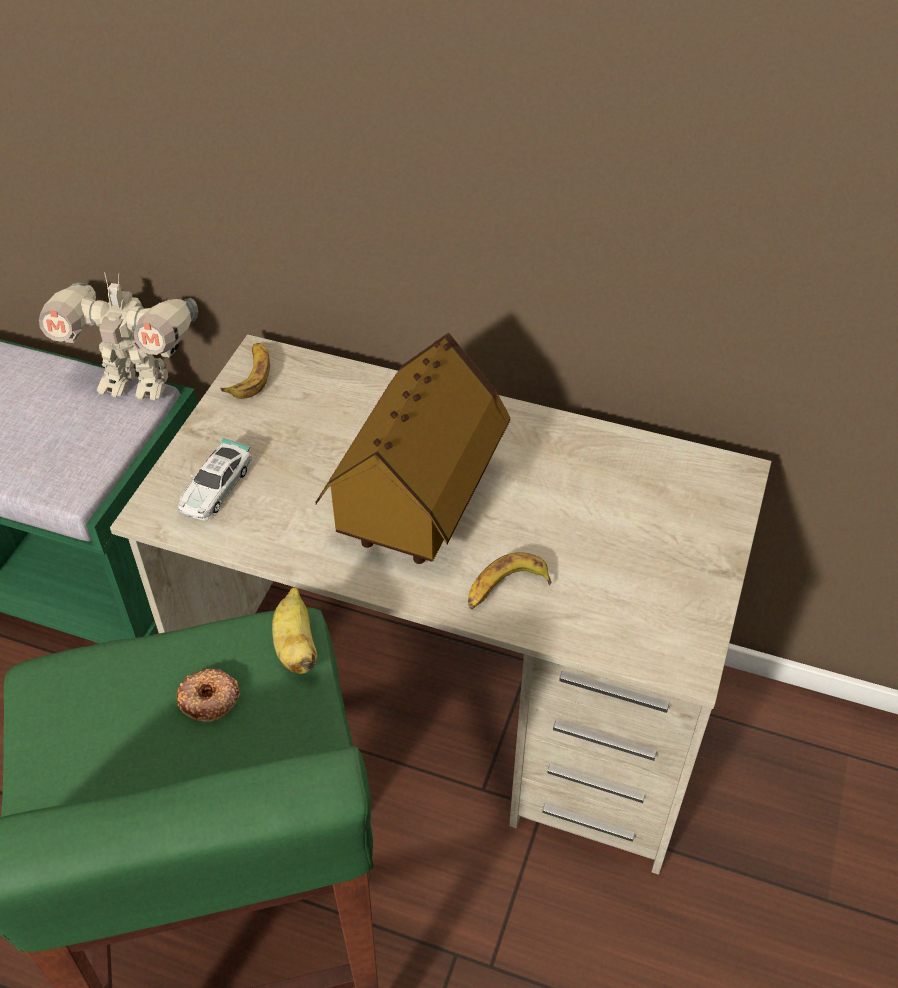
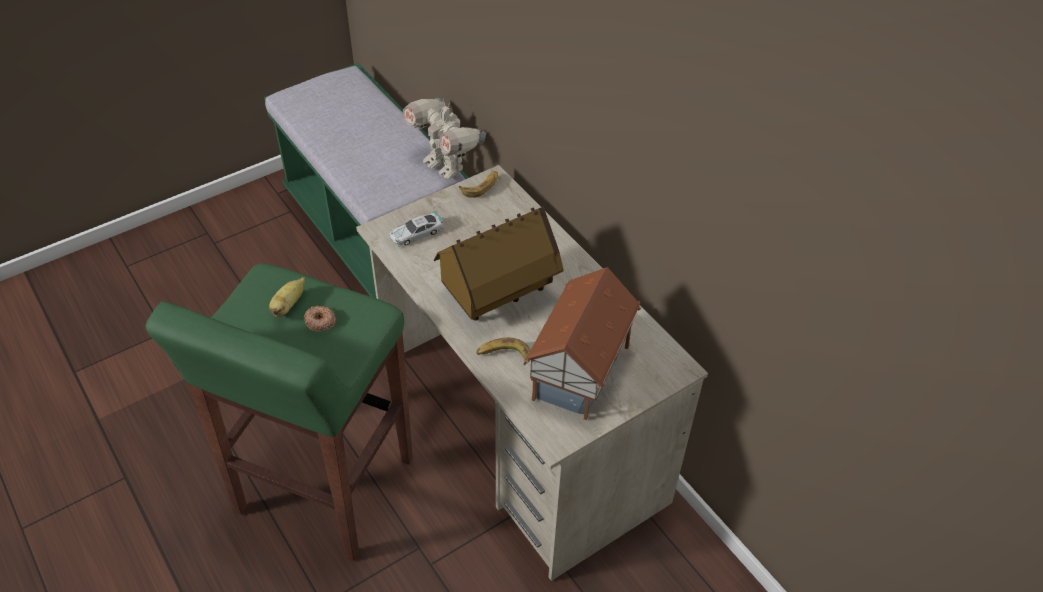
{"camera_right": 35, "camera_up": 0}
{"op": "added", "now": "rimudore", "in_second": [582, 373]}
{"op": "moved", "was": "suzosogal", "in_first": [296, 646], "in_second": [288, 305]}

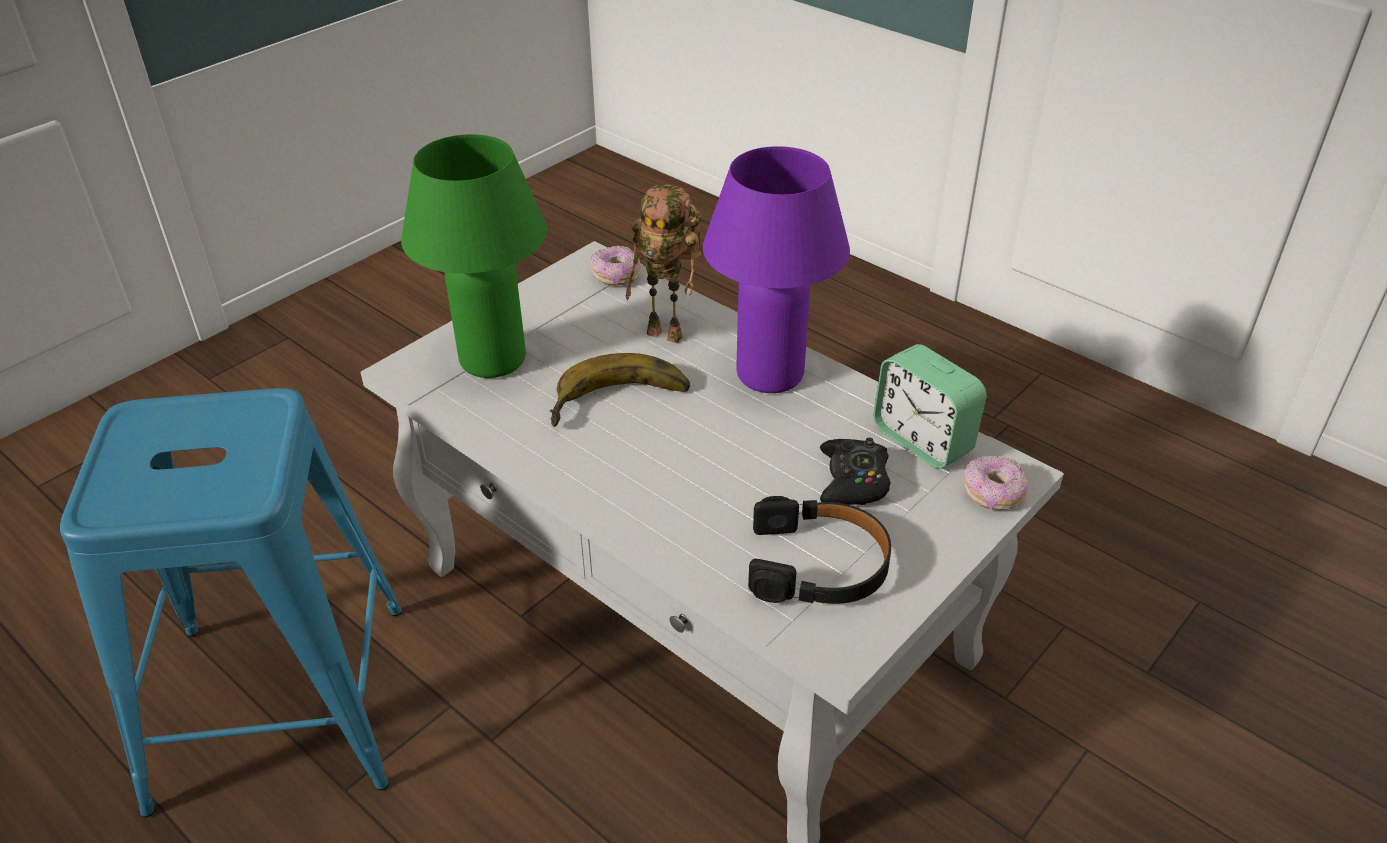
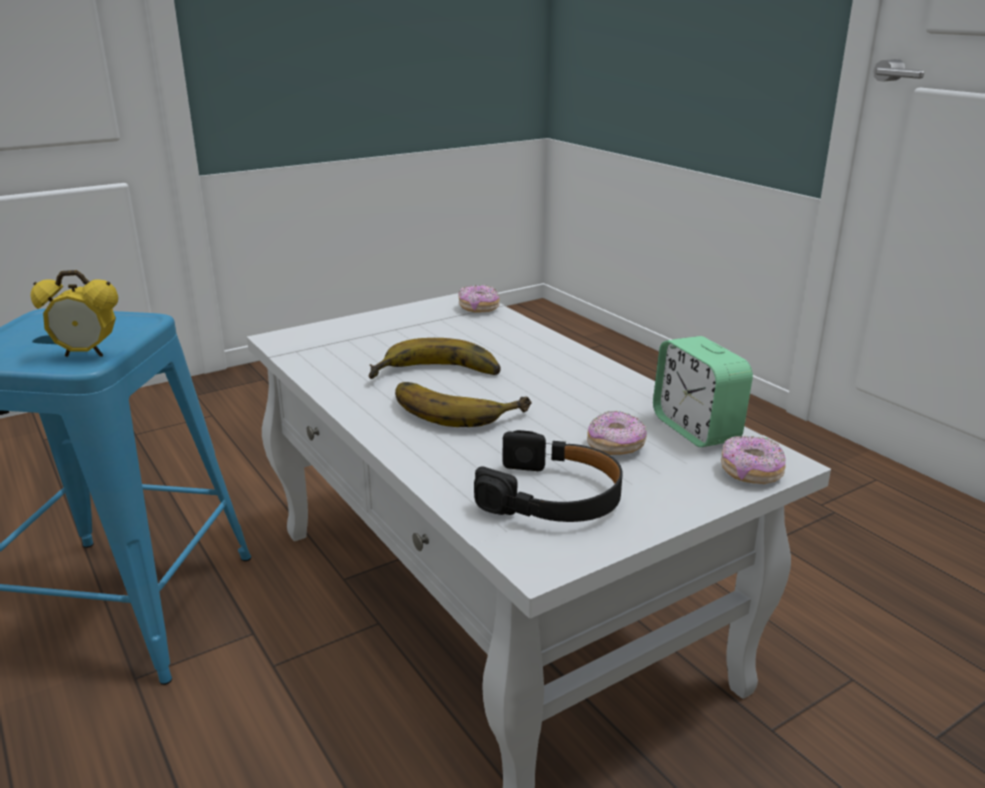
{"camera_right": 15, "camera_up": -15}
{"op": "removed", "was": "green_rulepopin", "in_first": [492, 360]}
{"op": "removed", "was": "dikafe", "in_first": [669, 334]}
{"op": "removed", "was": "purple_rulepopin", "in_first": [770, 374]}
{"op": "added", "now": "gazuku", "in_second": [87, 354]}
{"op": "added", "now": "suzosogal", "in_second": [457, 407]}
{"op": "replaced", "was": "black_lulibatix", "now": "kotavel", "in_first": [853, 481], "in_second": [616, 446]}

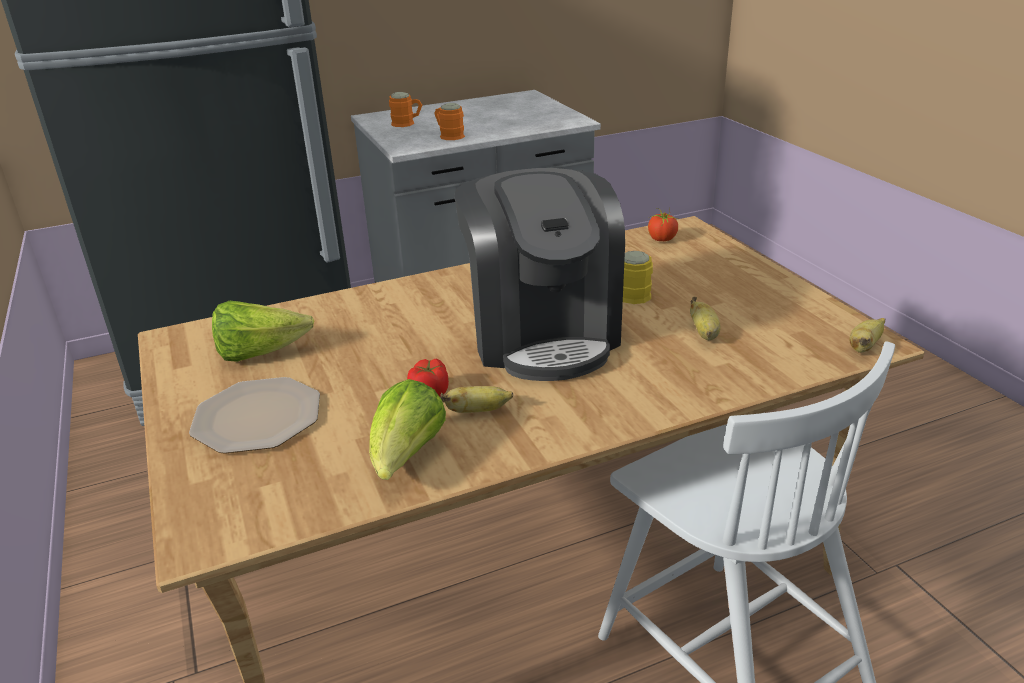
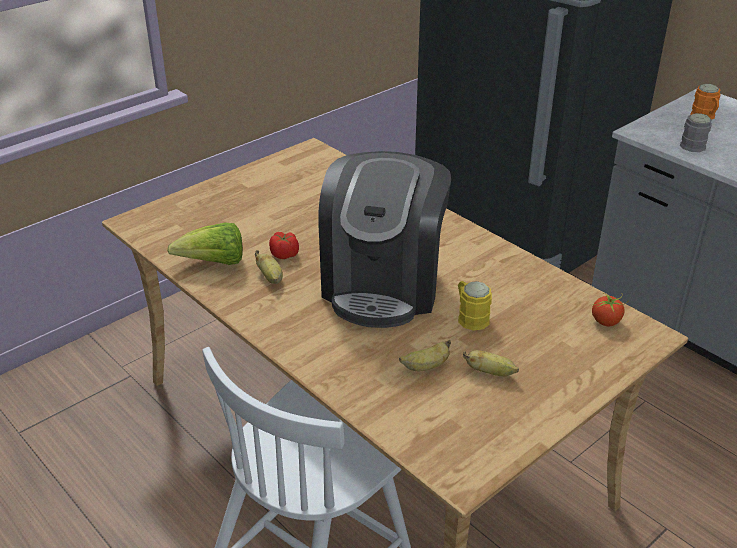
{"camera_right": 70, "camera_up": 5}
{"op": "removed", "was": "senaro", "in_first": [256, 418]}
{"op": "removed", "was": "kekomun", "in_first": [260, 353]}
{"op": "moved", "was": "suzosogal", "in_first": [864, 346], "in_second": [490, 372]}
{"op": "recoloured", "was": "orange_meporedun", "now": "grey_meporedun", "in_first": [448, 135], "in_second": [693, 144]}
{"op": "turned", "was": "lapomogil", "in_first": [542, 334], "in_second": [383, 284], "clockwise": -45}

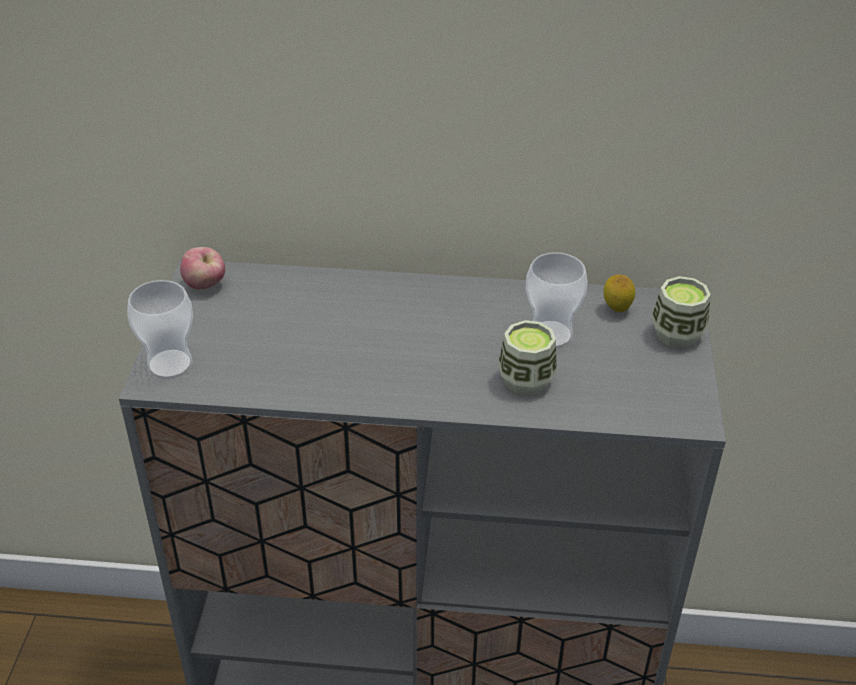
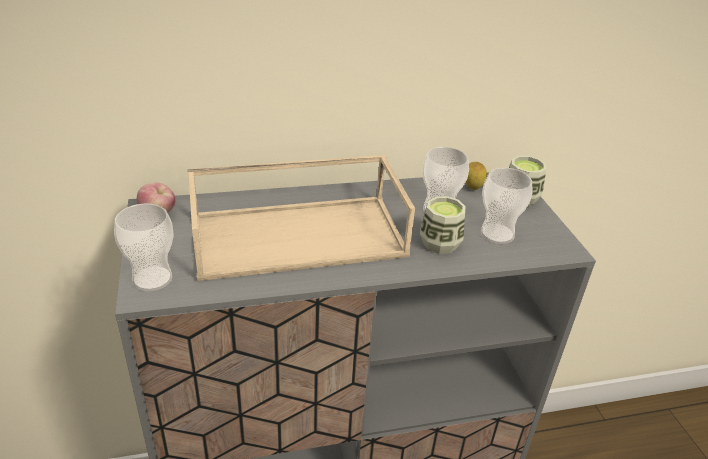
{"camera_right": -20, "camera_up": -5}
{"op": "added", "now": "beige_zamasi", "in_second": [300, 234]}
{"op": "added", "now": "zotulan", "in_second": [497, 234]}

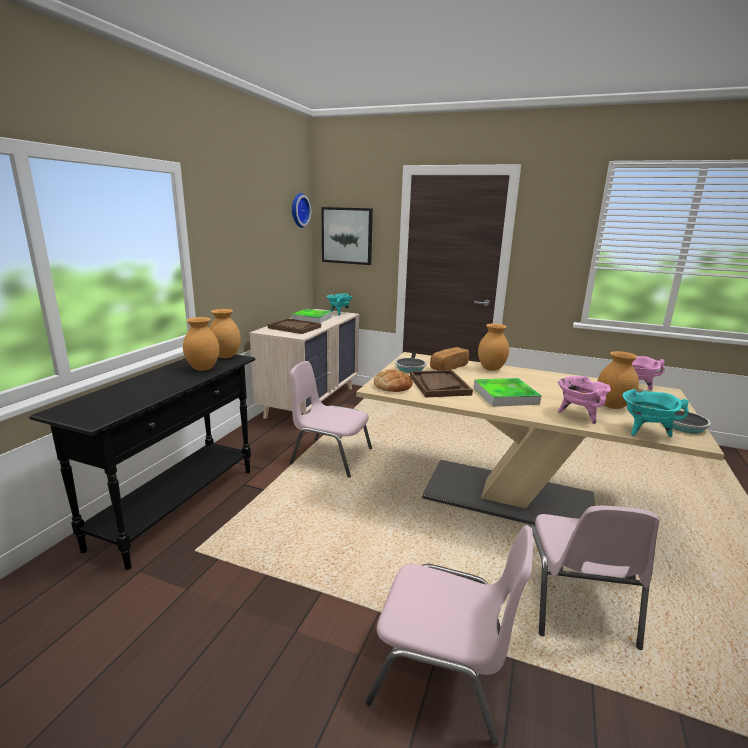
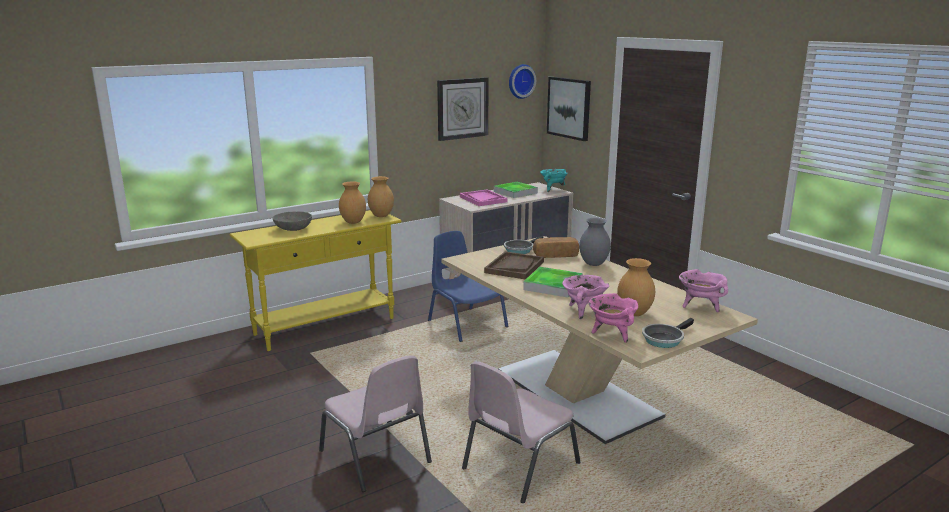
{"camera_right": 35, "camera_up": 0}
{"op": "removed", "was": "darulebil", "in_first": [393, 386]}
{"op": "added", "now": "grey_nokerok", "in_second": [293, 229]}
{"op": "added", "now": "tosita", "in_second": [462, 108]}
{"op": "recoloured", "was": "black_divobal", "now": "yellow_divobal", "in_first": [178, 506], "in_second": [326, 326]}
{"op": "recoloured", "was": "brown_zamasi", "now": "pink_zamasi", "in_first": [294, 327], "in_second": [483, 199]}
{"op": "recoloured", "was": "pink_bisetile", "now": "blue_bisetile", "in_first": [330, 456], "in_second": [466, 323]}
{"op": "recoloured", "was": "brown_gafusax", "now": "grey_gafusax", "in_first": [490, 369], "in_second": [593, 264]}
{"op": "recoloured", "was": "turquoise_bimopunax", "now": "pink_bimopunax", "in_first": [645, 431], "in_second": [612, 334]}

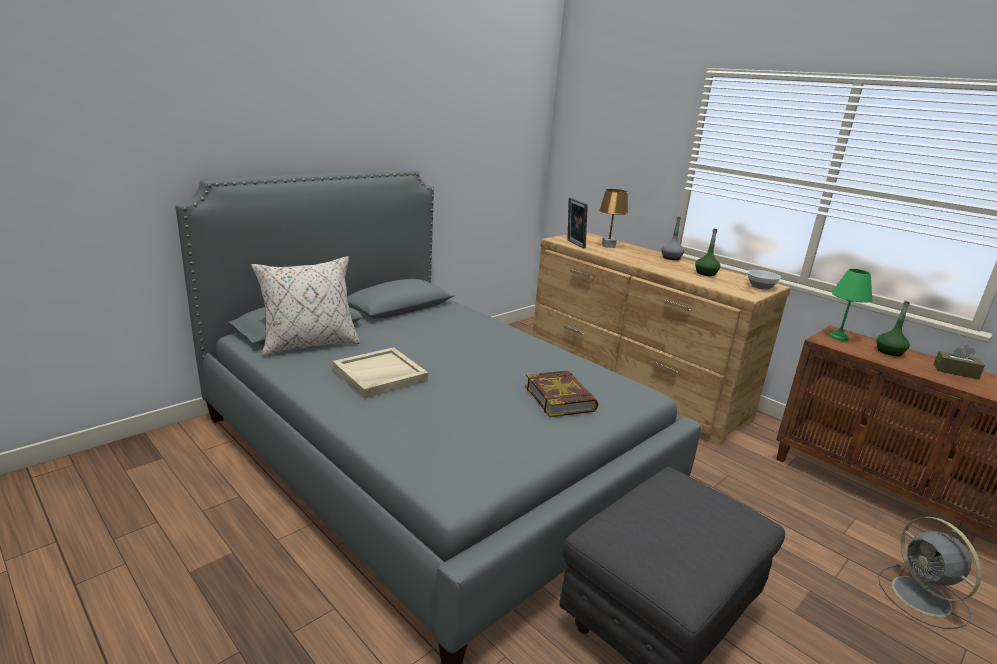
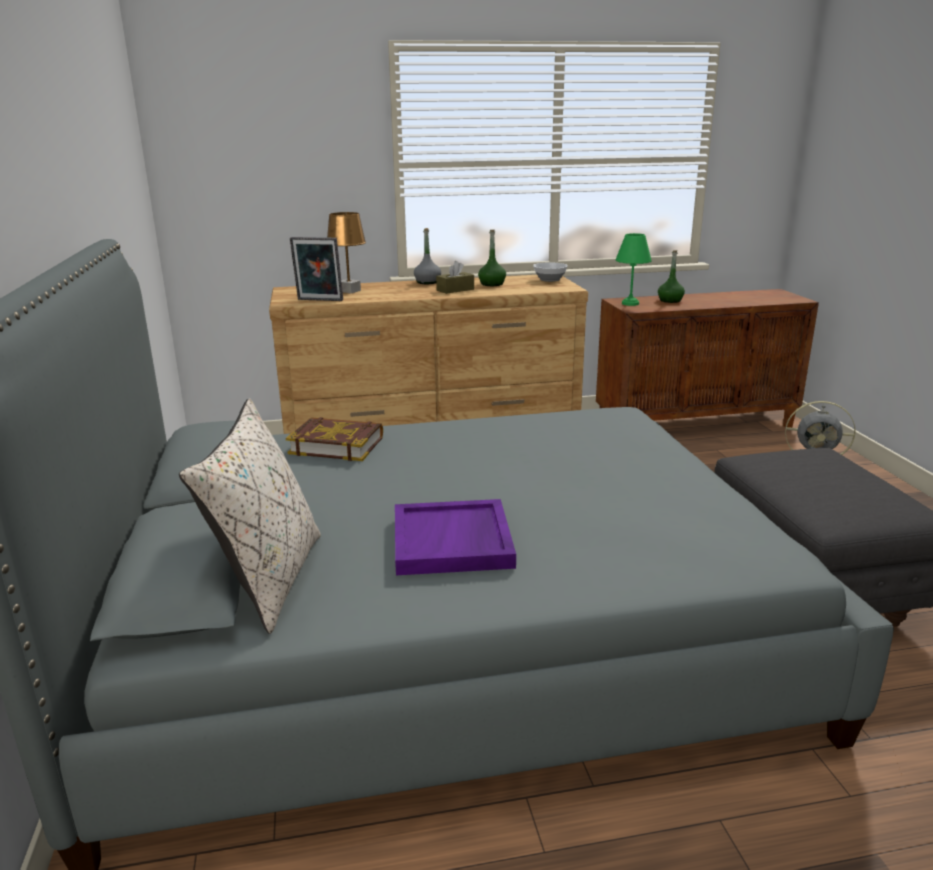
{"camera_right": -55, "camera_up": 0}
{"op": "moved", "was": "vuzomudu", "in_first": [560, 398], "in_second": [337, 445]}
{"op": "moved", "was": "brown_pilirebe", "in_first": [955, 371], "in_second": [455, 290]}
{"op": "recoloured", "was": "beige_zamasi", "now": "purple_zamasi", "in_first": [379, 375], "in_second": [453, 542]}

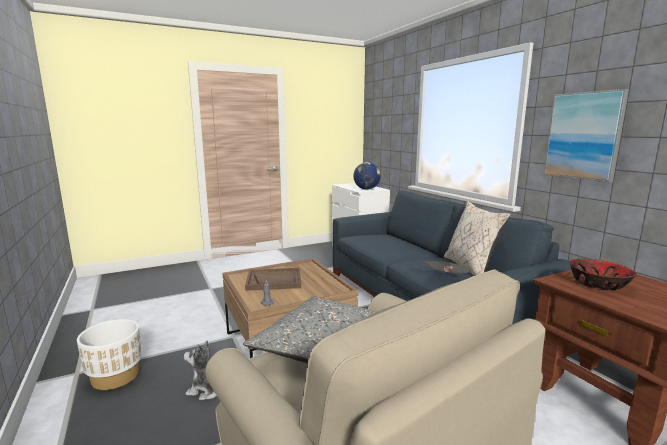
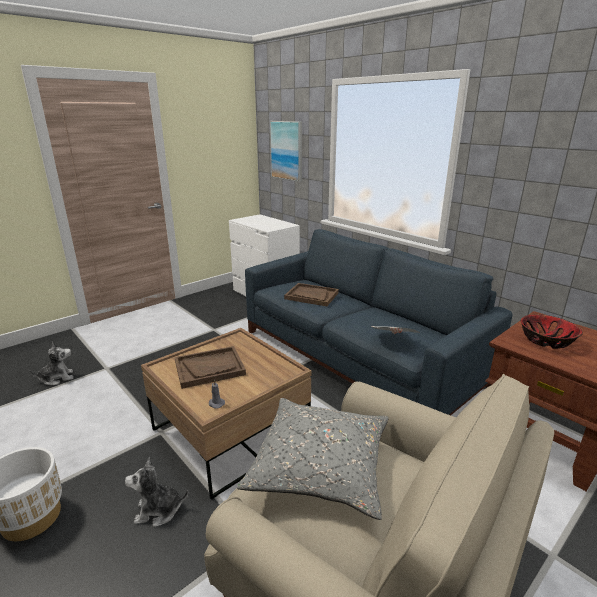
{"camera_right": -15, "camera_up": 10}
{"op": "removed", "was": "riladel", "in_first": [366, 189]}
{"op": "removed", "was": "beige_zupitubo", "in_first": [471, 268]}
{"op": "added", "now": "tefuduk", "in_second": [57, 378]}
{"op": "added", "now": "brown_zamasi", "in_second": [311, 296]}
{"op": "moved", "was": "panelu", "in_first": [583, 136], "in_second": [287, 150]}

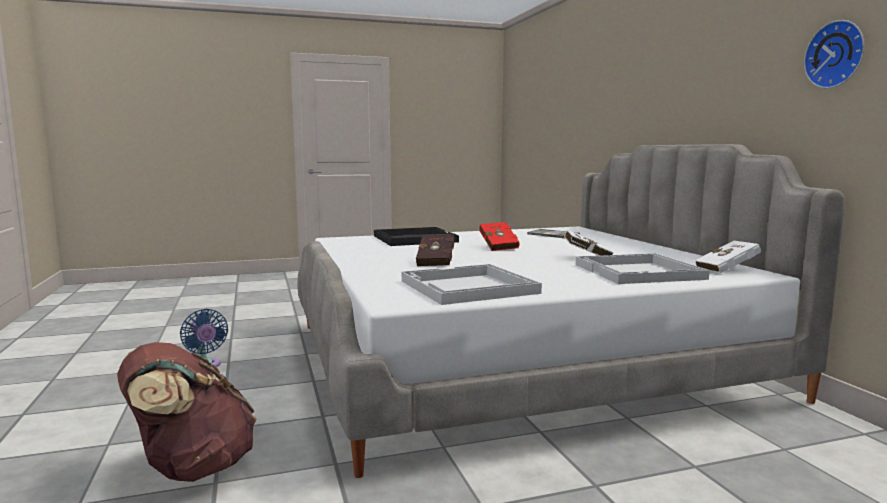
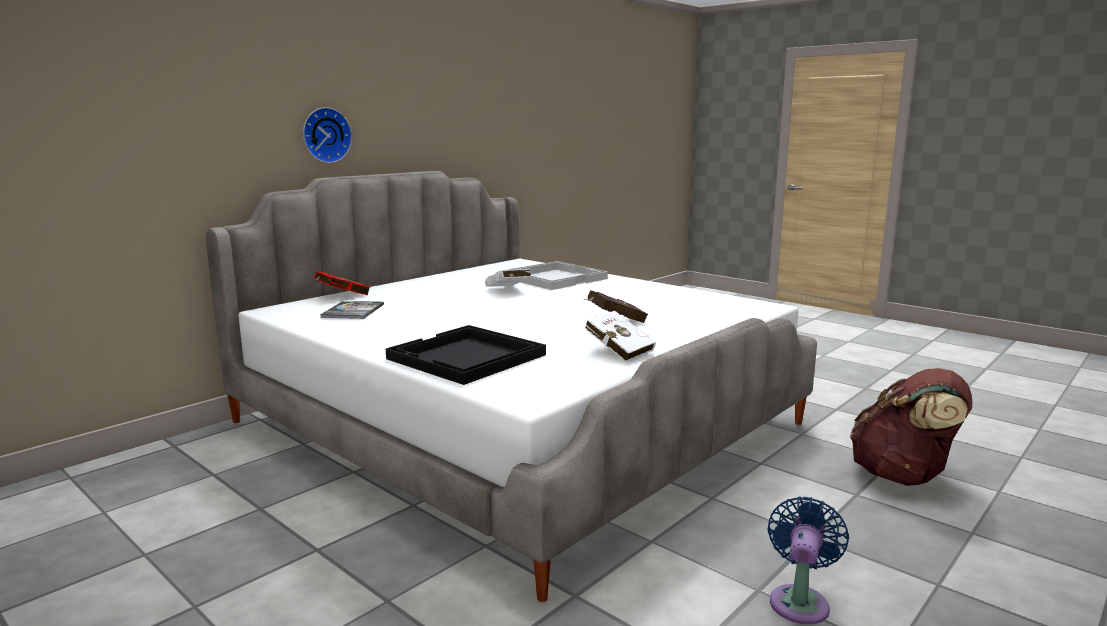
{"camera_right": -120, "camera_up": 5}
{"op": "removed", "was": "white_zamasi", "in_first": [467, 287]}
{"op": "moved", "was": "red_vuzomudu", "in_first": [498, 247], "in_second": [340, 296]}
{"op": "moved", "was": "white_vuzomudu", "in_first": [729, 270], "in_second": [618, 351]}
{"op": "moved", "was": "tosita", "in_first": [837, 54], "in_second": [325, 135]}

